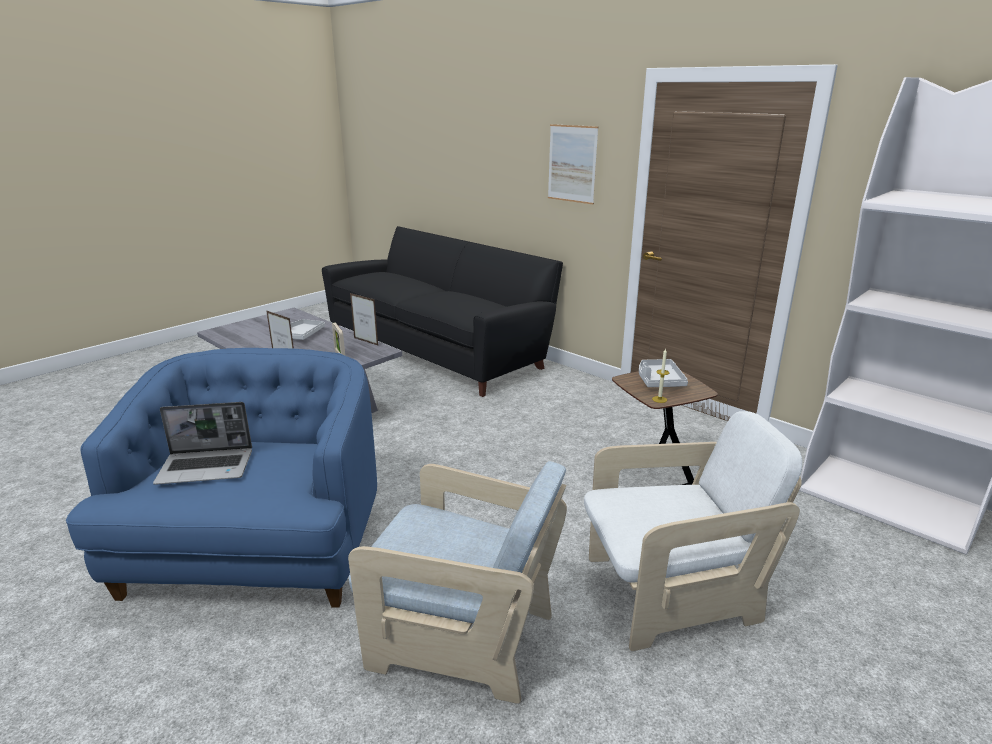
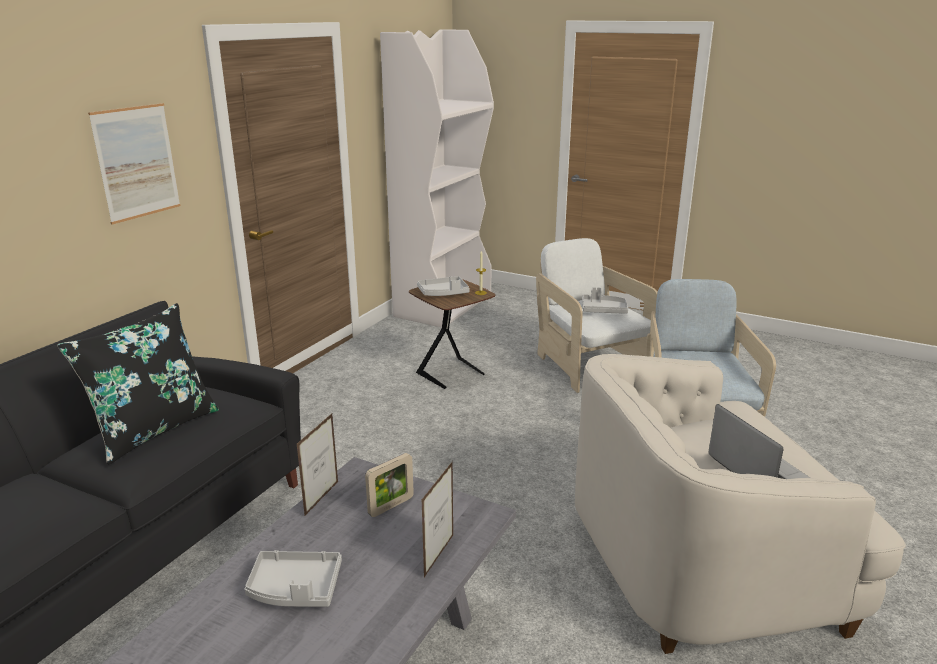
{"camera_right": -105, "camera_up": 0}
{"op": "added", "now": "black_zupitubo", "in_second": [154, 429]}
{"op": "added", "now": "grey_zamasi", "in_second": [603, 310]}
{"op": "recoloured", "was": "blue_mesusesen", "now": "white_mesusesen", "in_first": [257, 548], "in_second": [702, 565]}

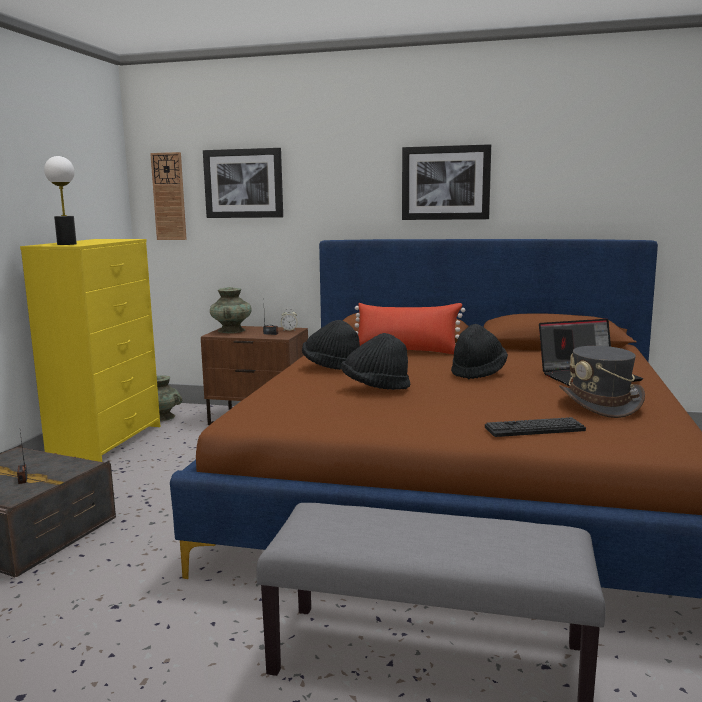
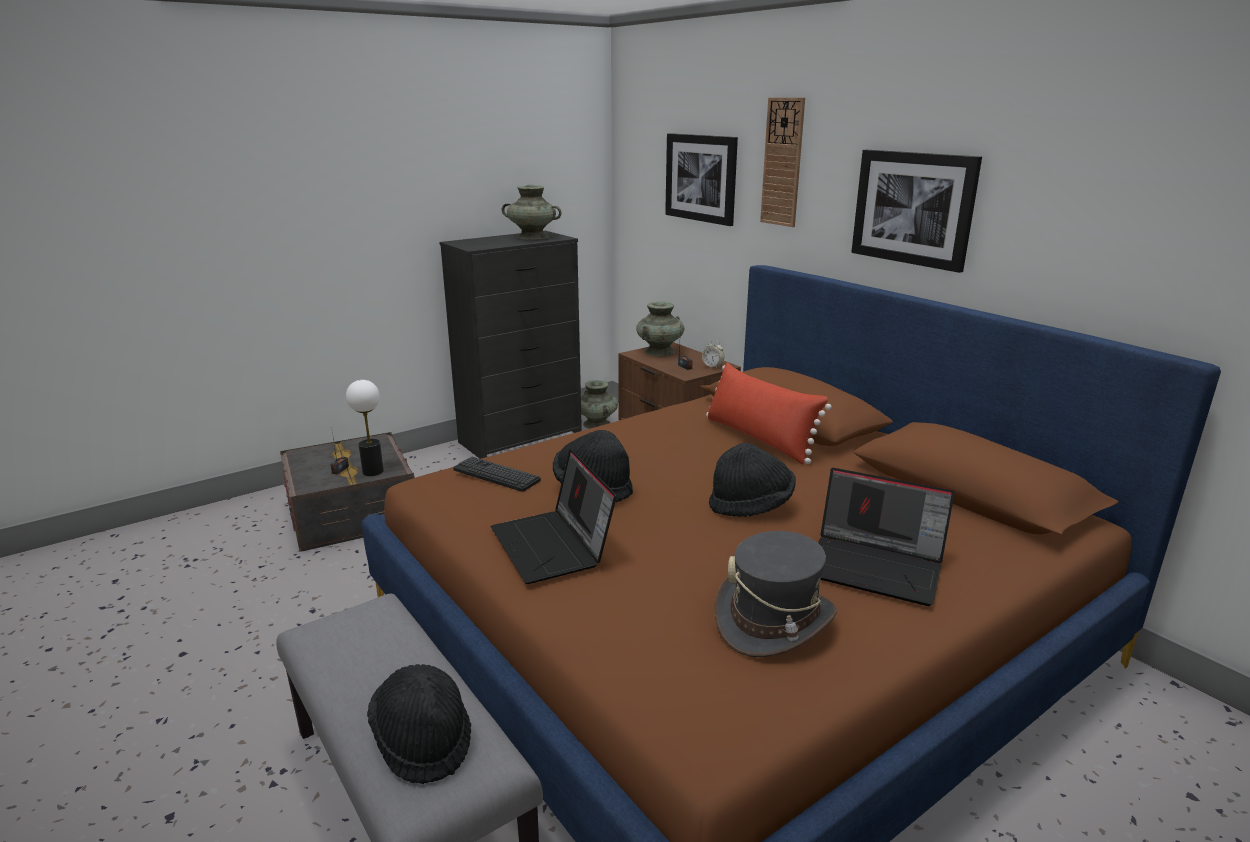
{"camera_right": 40, "camera_up": 10}
{"op": "added", "now": "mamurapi", "in_second": [553, 546]}
{"op": "added", "now": "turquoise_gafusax", "in_second": [532, 237]}
{"op": "moved", "was": "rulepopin", "in_first": [66, 244], "in_second": [373, 471]}
{"op": "moved", "was": "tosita", "in_first": [169, 196], "in_second": [783, 162]}
{"op": "moved", "was": "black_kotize", "in_first": [331, 366], "in_second": [423, 740]}
{"op": "moved", "was": "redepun", "in_first": [534, 429], "in_second": [496, 475]}
{"op": "recoloured", "was": "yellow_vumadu", "now": "black_vumadu", "in_first": [107, 441], "in_second": [521, 438]}

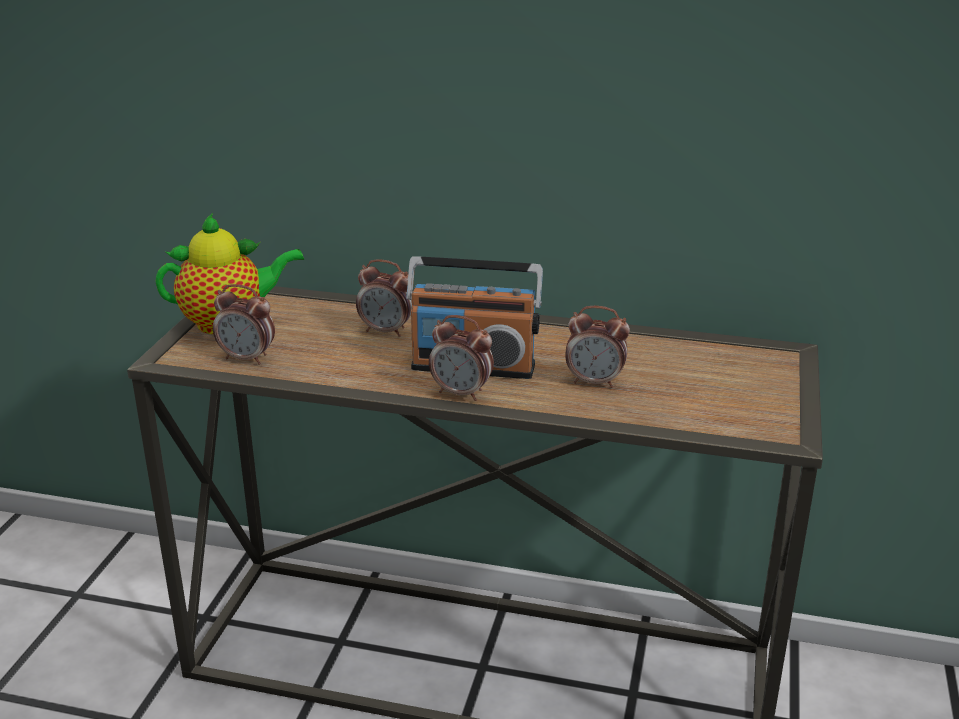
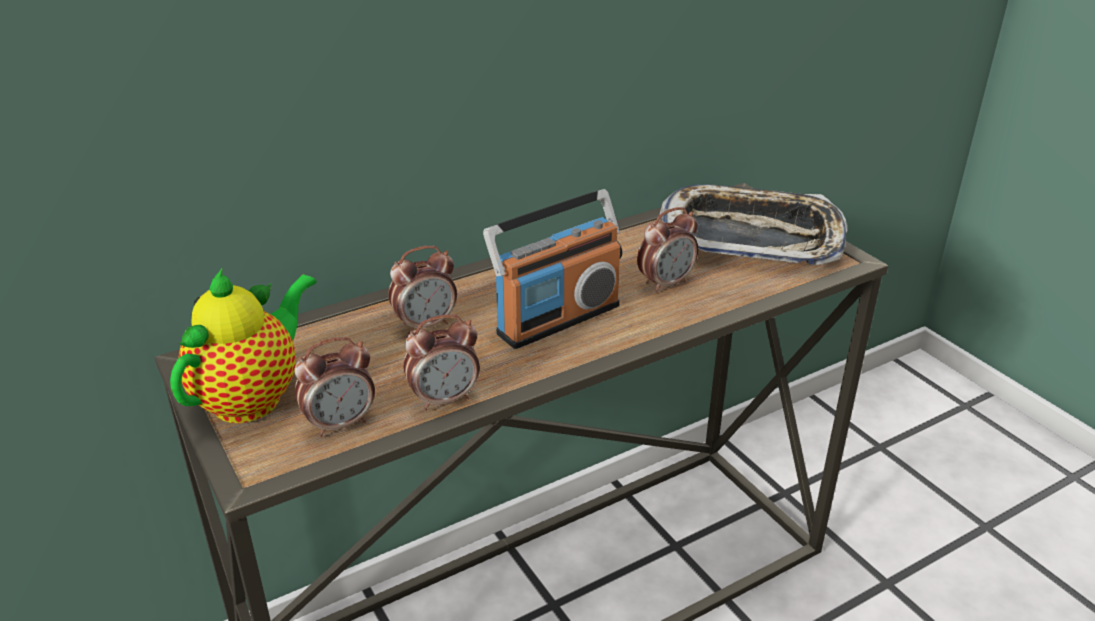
{"camera_right": -45, "camera_up": 5}
{"op": "added", "now": "zamasi", "in_second": [751, 236]}
{"op": "moved", "was": "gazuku", "in_first": [461, 393], "in_second": [444, 399]}

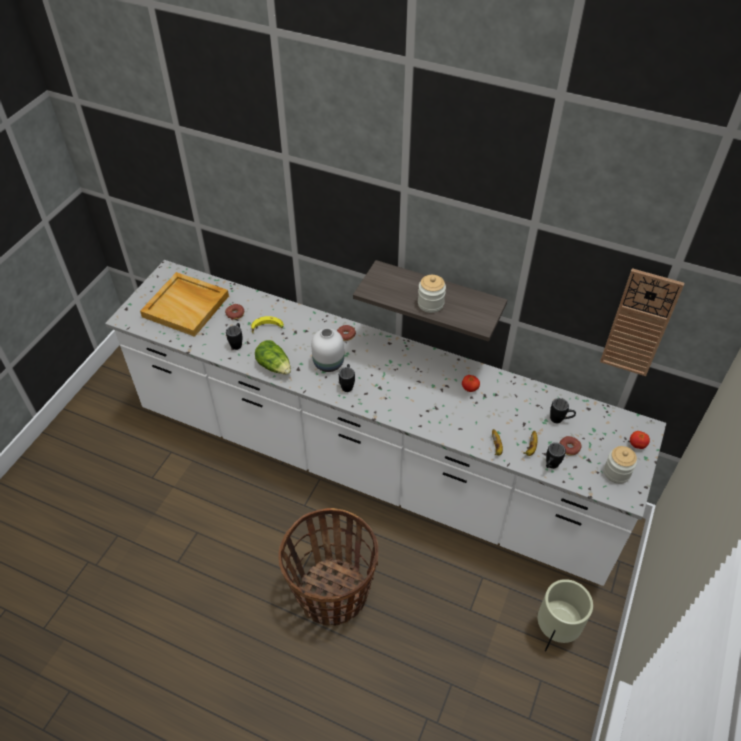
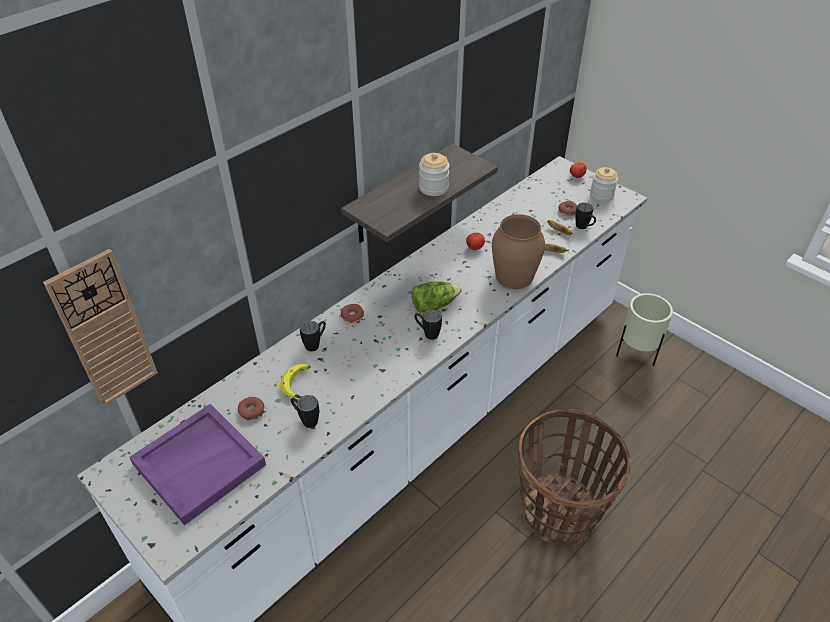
{"camera_right": -70, "camera_up": -5}
{"op": "removed", "was": "white_gafusax", "in_first": [327, 363]}
{"op": "added", "now": "brown_gafusax", "in_second": [514, 276]}
{"op": "moved", "was": "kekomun", "in_first": [275, 366], "in_second": [434, 305]}
{"op": "moved", "was": "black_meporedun", "in_first": [560, 420], "in_second": [315, 344]}
{"op": "moved", "was": "tosita", "in_first": [639, 323], "in_second": [104, 331]}
{"op": "recoloured", "was": "beige_zamasi", "now": "purple_zamasi", "in_first": [186, 306], "in_second": [199, 463]}

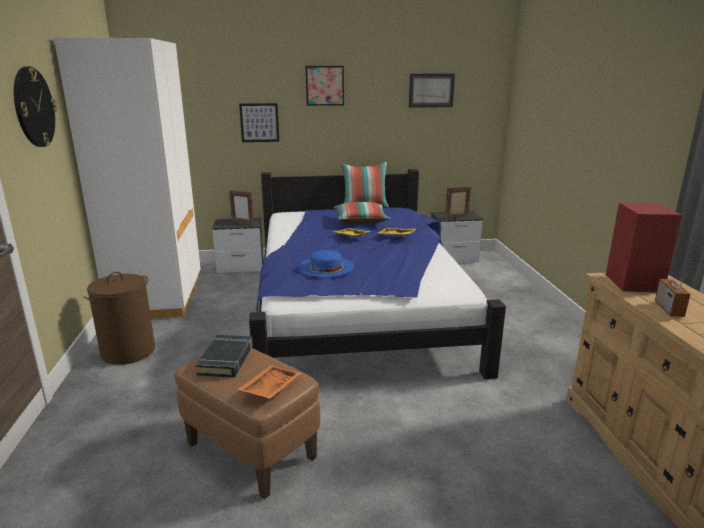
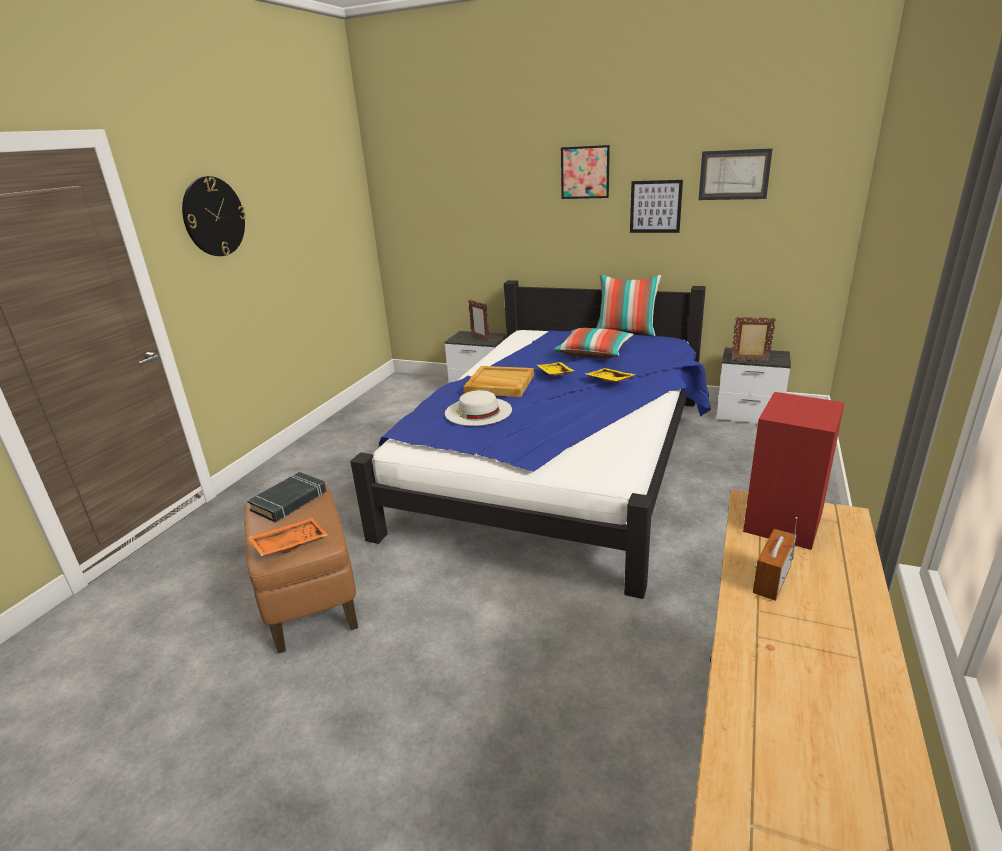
{"camera_right": 30, "camera_up": 5}
{"op": "removed", "was": "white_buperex", "in_first": [158, 297]}
{"op": "removed", "was": "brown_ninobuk", "in_first": [128, 351]}
{"op": "added", "now": "beige_zamasi", "in_second": [499, 384]}
{"op": "moved", "was": "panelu", "in_first": [259, 122], "in_second": [655, 206]}
{"op": "recoloured", "was": "blue_kotize", "now": "white_kotize", "in_first": [326, 267], "in_second": [478, 411]}

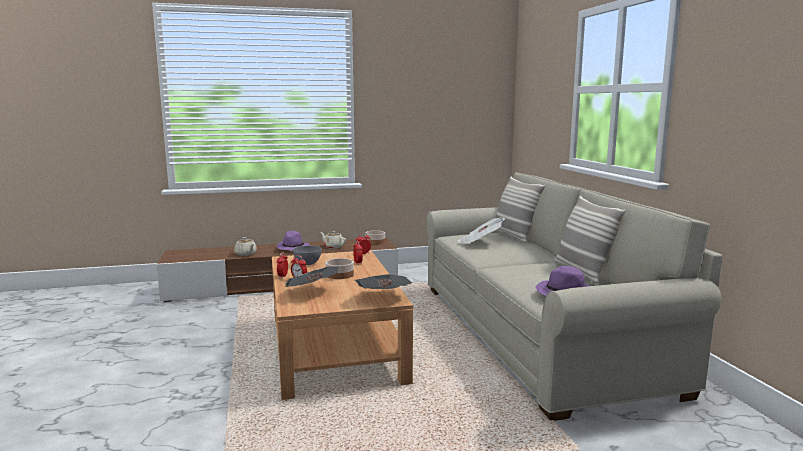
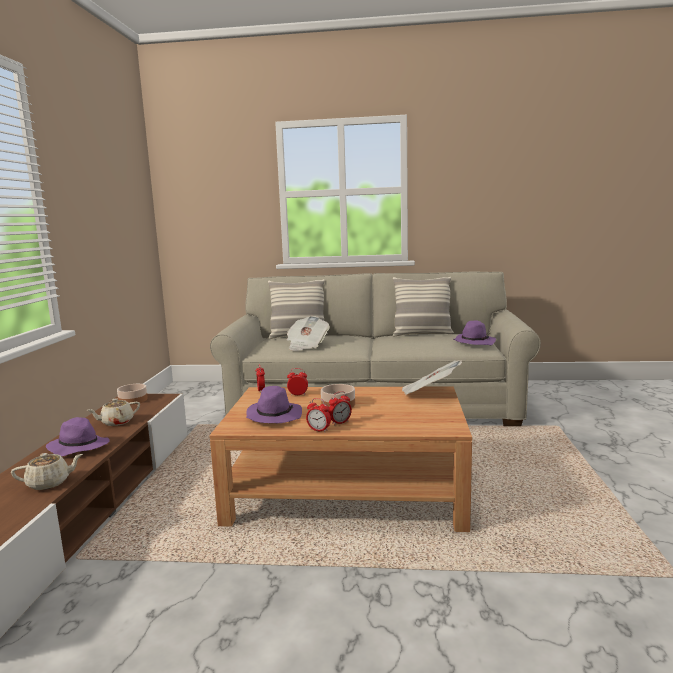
{"camera_right": -70, "camera_up": 0}
{"op": "removed", "was": "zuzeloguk", "in_first": [312, 291]}
{"op": "replaced", "was": "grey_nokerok", "now": "purple_kotize", "in_first": [308, 263], "in_second": [273, 416]}

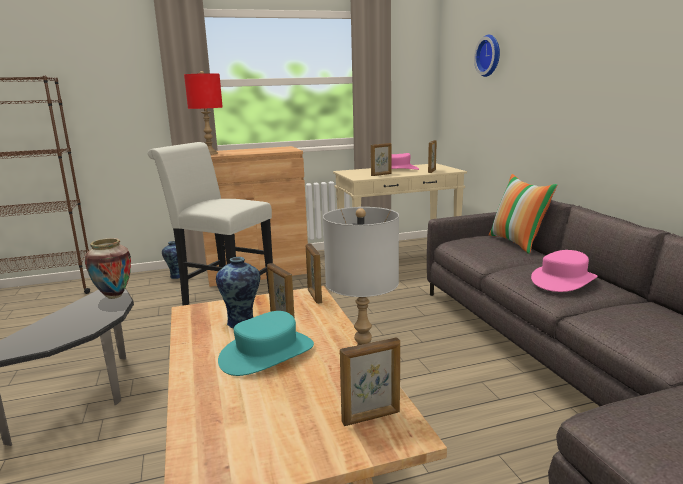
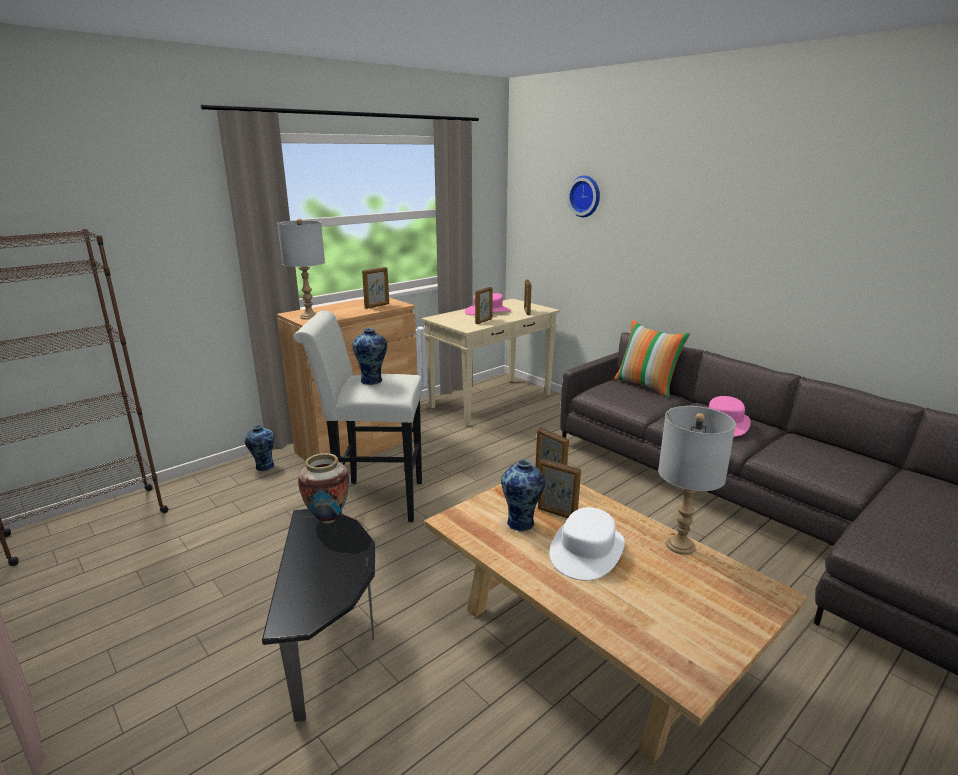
{"camera_right": -25, "camera_up": 5}
{"op": "added", "now": "gafusax", "in_second": [372, 380]}
{"op": "moved", "was": "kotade", "in_first": [371, 417], "in_second": [377, 306]}
{"op": "recoloured", "was": "red_rulepopin", "now": "grey_rulepopin", "in_first": [210, 153], "in_second": [309, 317]}
{"op": "recoloured", "was": "turquoise_kotize", "now": "white_kotize", "in_first": [267, 353], "in_second": [587, 550]}

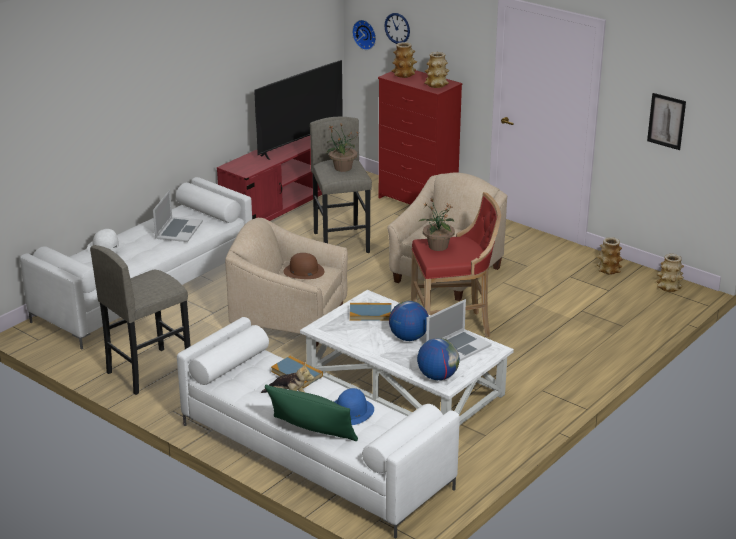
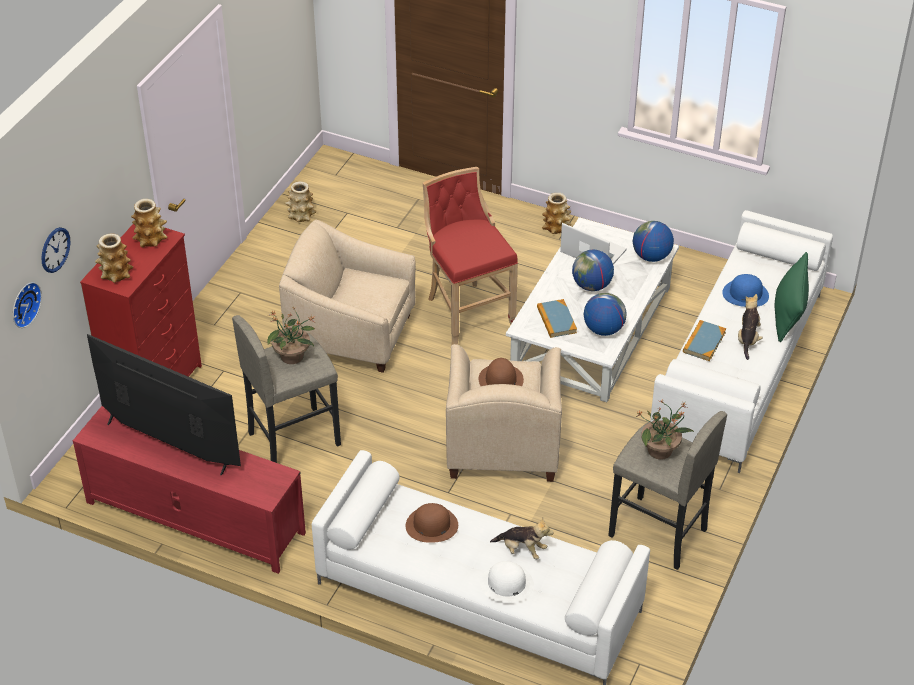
{"camera_right": -105, "camera_up": 15}
{"op": "removed", "was": "panelu", "in_first": [666, 121]}
{"op": "added", "now": "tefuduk", "in_second": [522, 550]}
{"op": "added", "now": "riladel", "in_second": [603, 329]}
{"op": "moved", "was": "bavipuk", "in_first": [437, 246], "in_second": [660, 451]}
{"op": "moved", "was": "gafusax", "in_first": [668, 288], "in_second": [556, 227]}
{"op": "replaced", "was": "mamurapi", "now": "brown_kotize", "in_first": [178, 230], "in_second": [431, 525]}

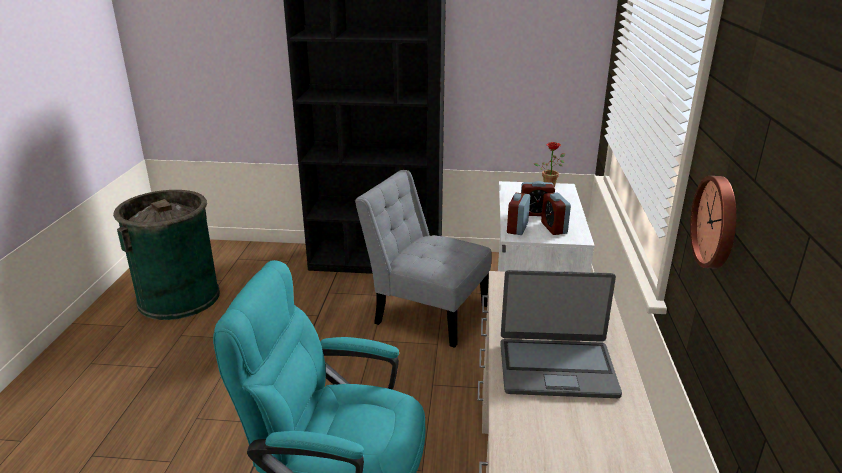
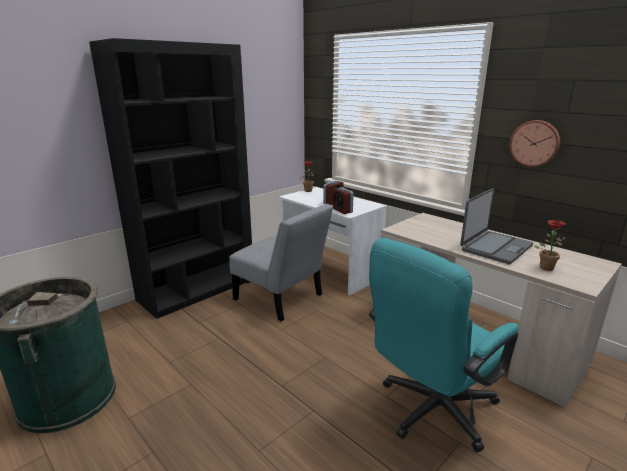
{"camera_right": -50, "camera_up": -5}
{"op": "removed", "was": "gazuku", "in_first": [554, 228]}
{"op": "added", "now": "bavipuk", "in_second": [545, 266]}
{"op": "turned", "was": "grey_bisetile", "in_first": [426, 312], "in_second": [281, 299], "clockwise": -120}

